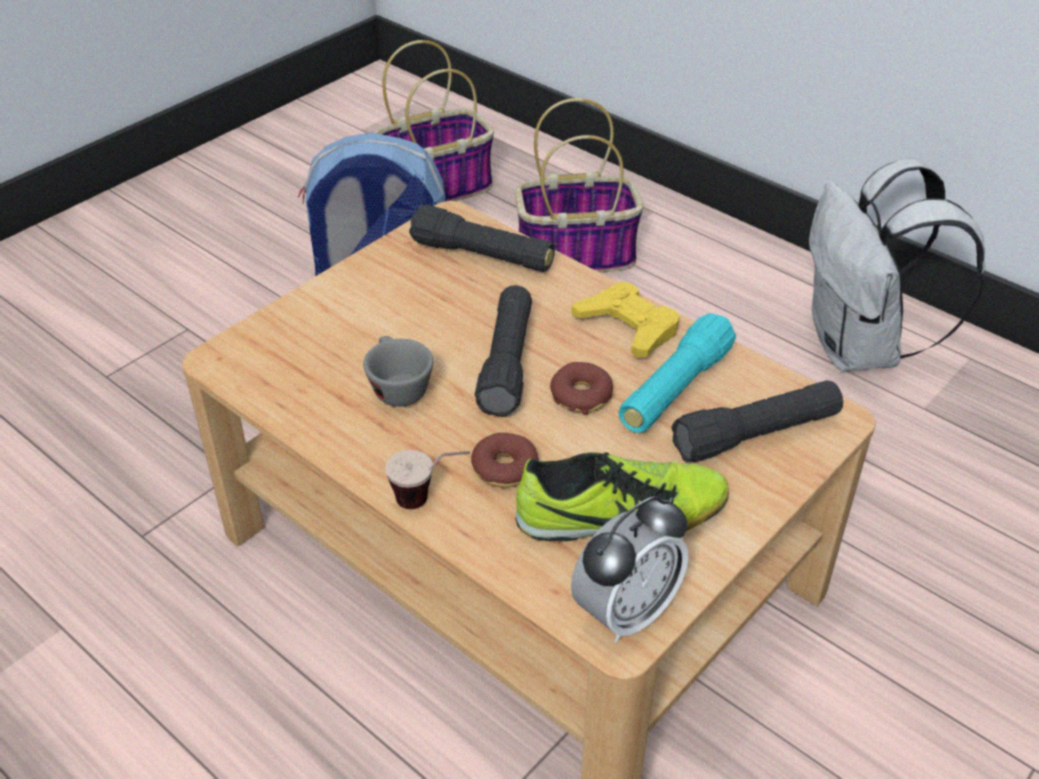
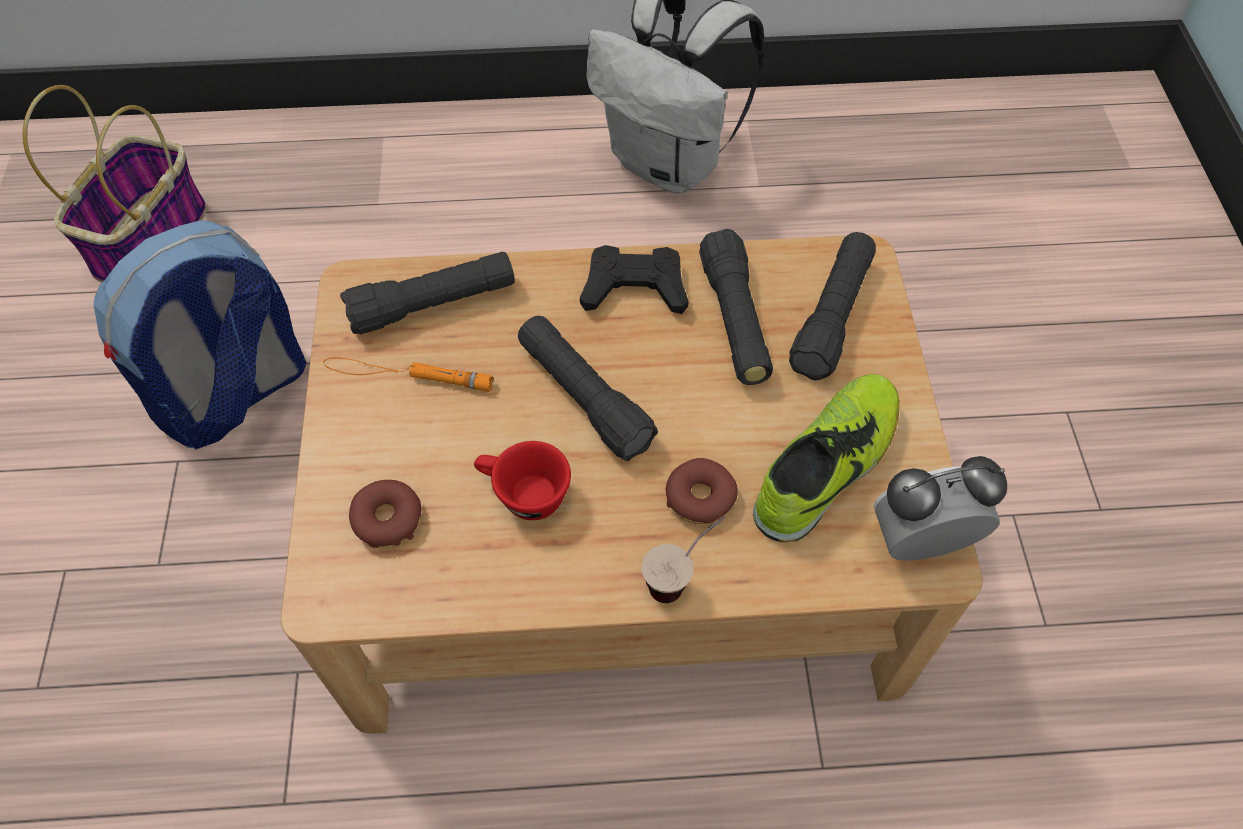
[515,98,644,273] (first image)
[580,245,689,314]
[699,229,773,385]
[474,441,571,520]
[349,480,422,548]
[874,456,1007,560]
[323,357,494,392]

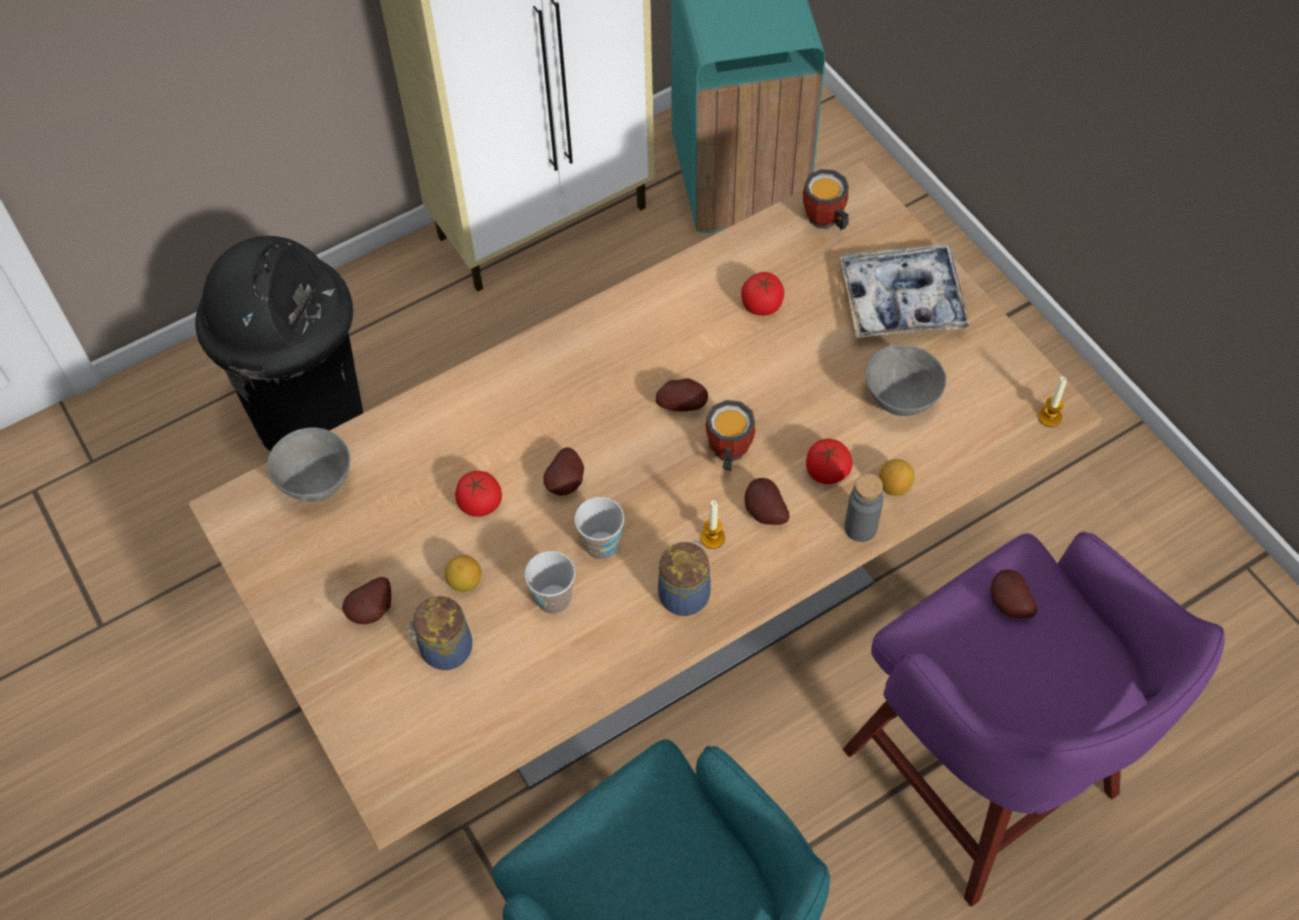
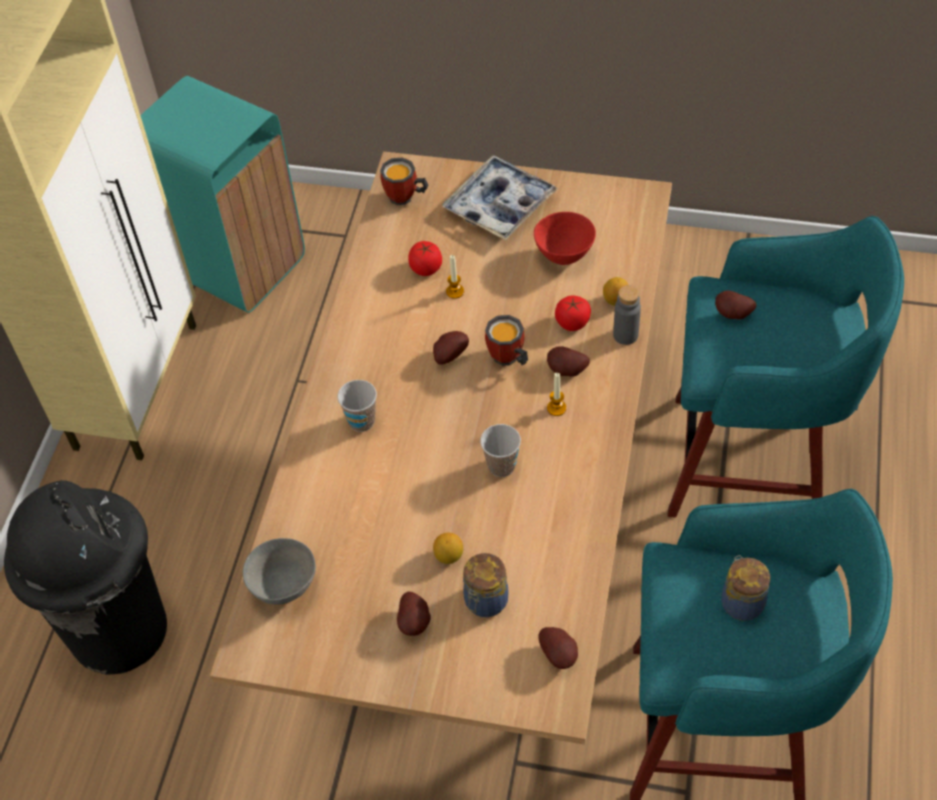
[534,212,596,265]
[446,255,464,299]
[538,627,578,669]
[455,471,502,517] (first image)
[667,216,904,518]
[721,555,770,621]
[338,380,377,432]

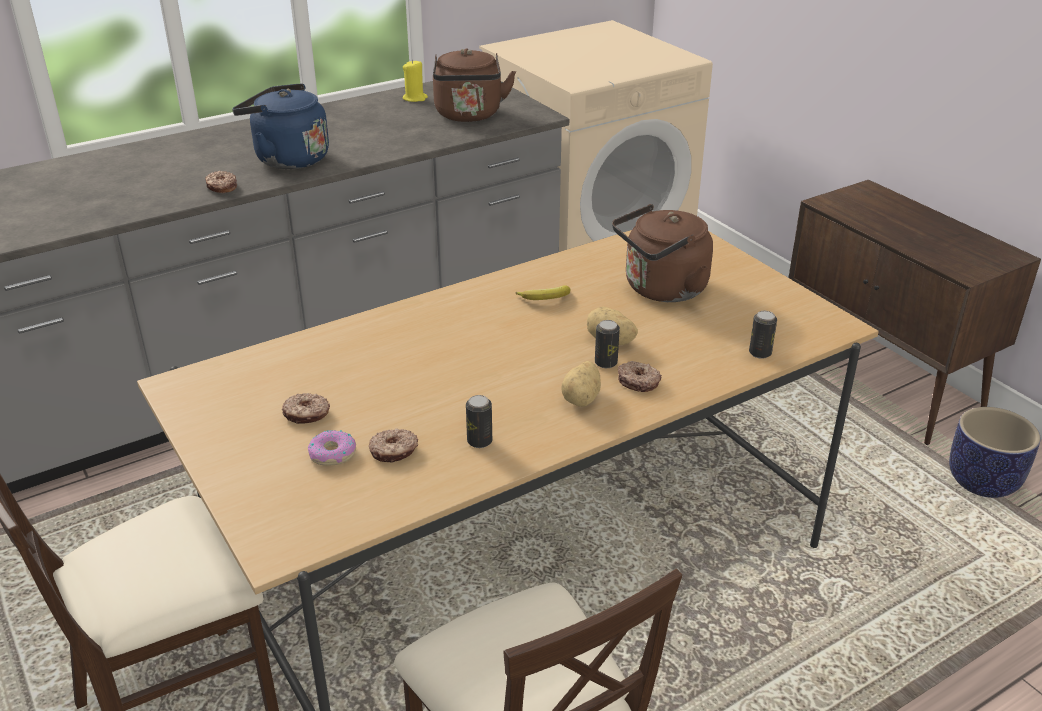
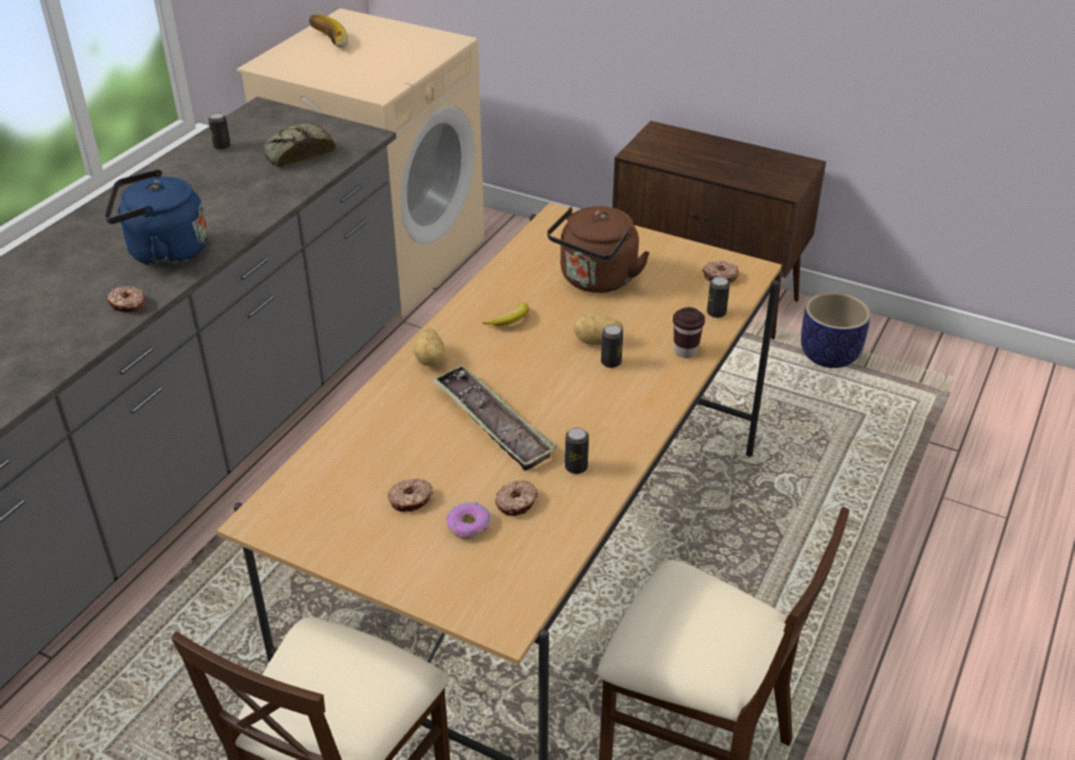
[264,123,336,167]
[208,113,231,150]
[413,327,445,366]
[702,261,739,283]
[309,14,348,48]
[673,307,705,358]
[431,364,557,471]

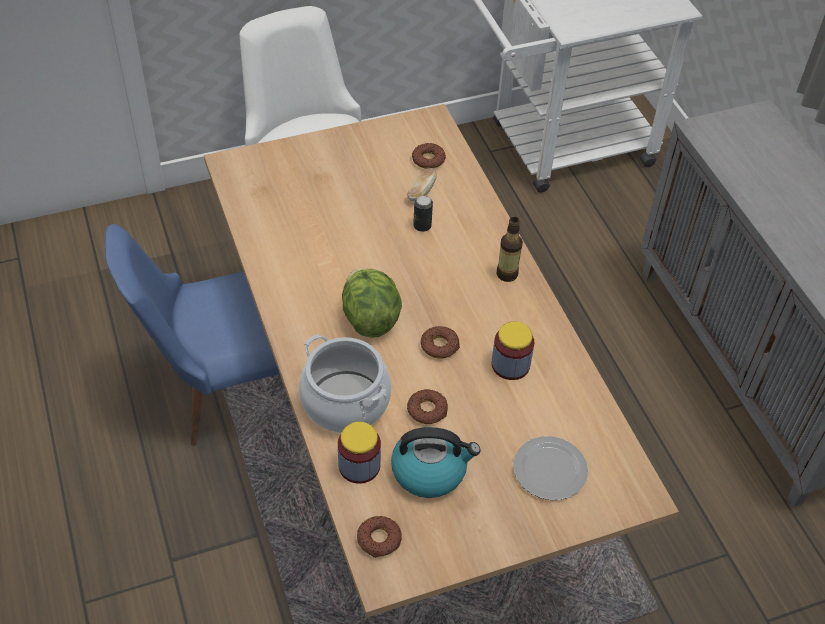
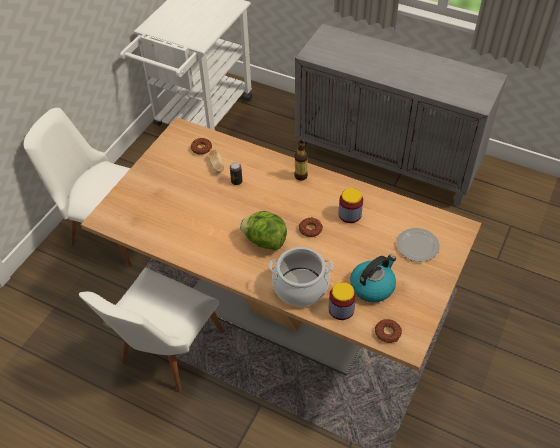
[79,268,224,392]
[407,389,448,424] (first image)

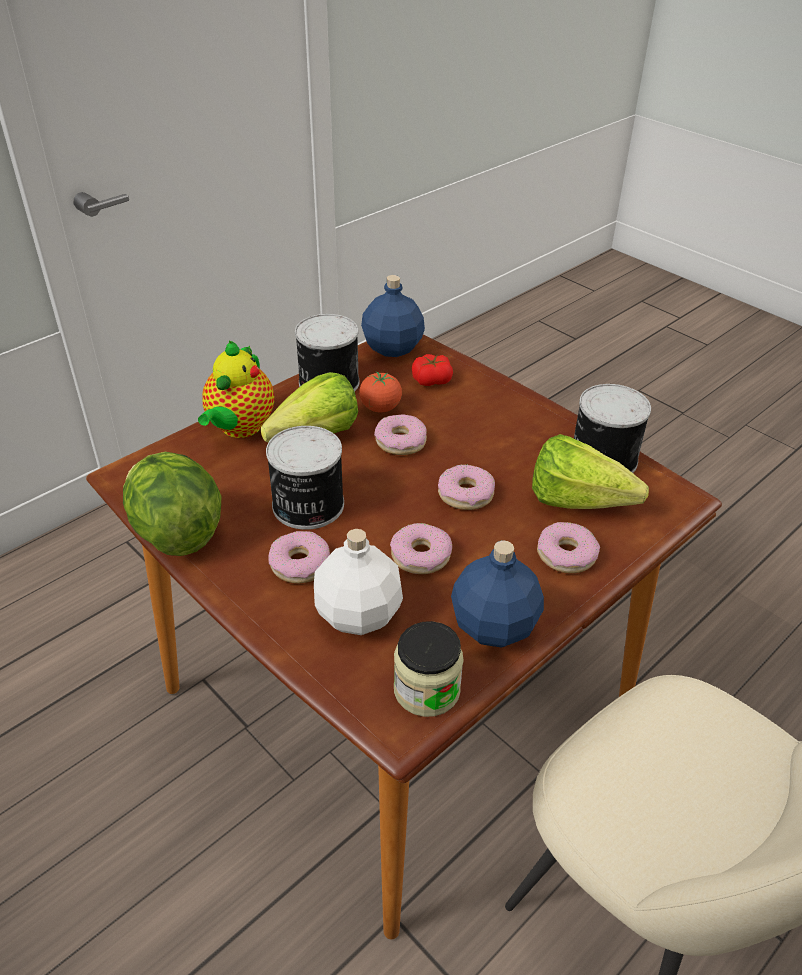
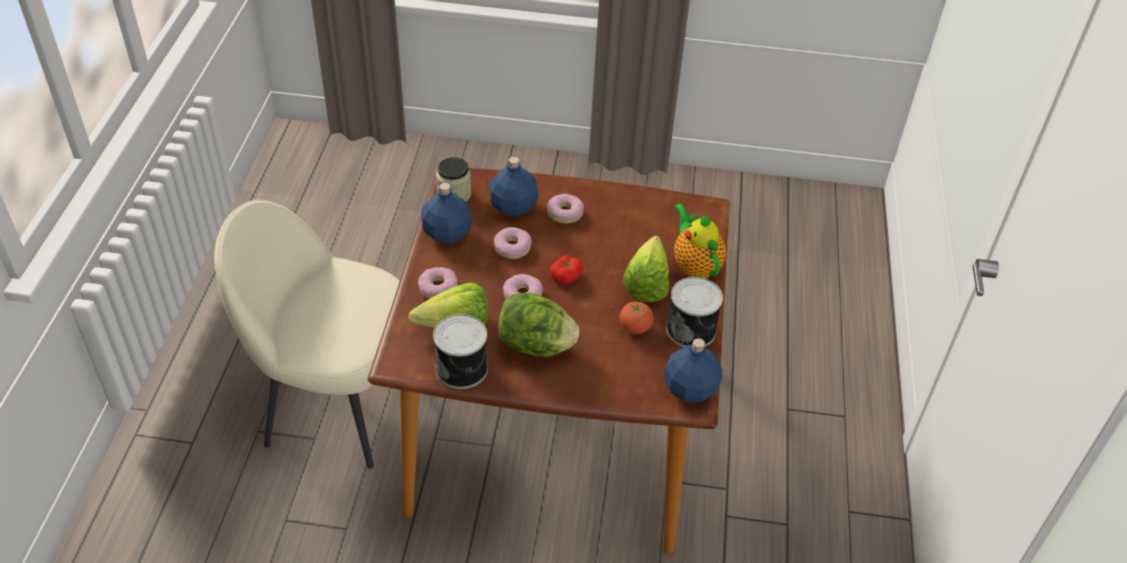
[550,255,583,285]
[374,414,427,455] (first image)
[266,426,344,530] (first image)
[498,293,579,357]
[489,157,539,217]

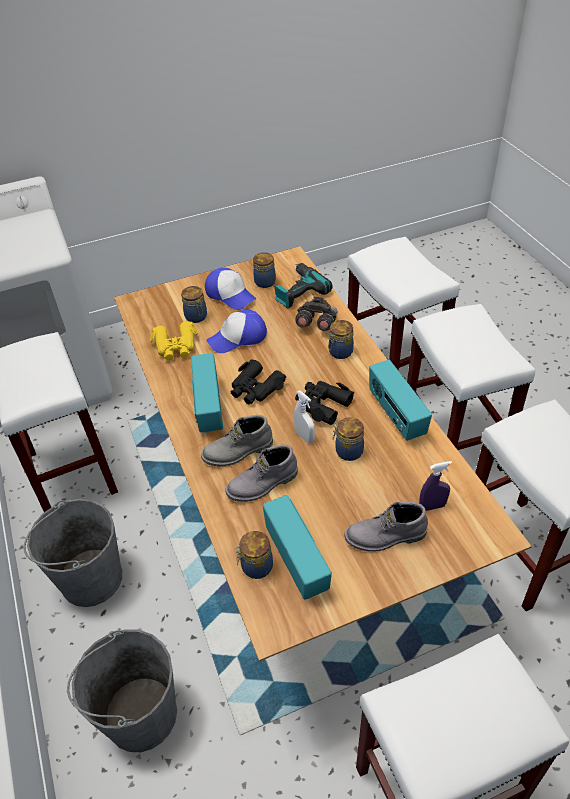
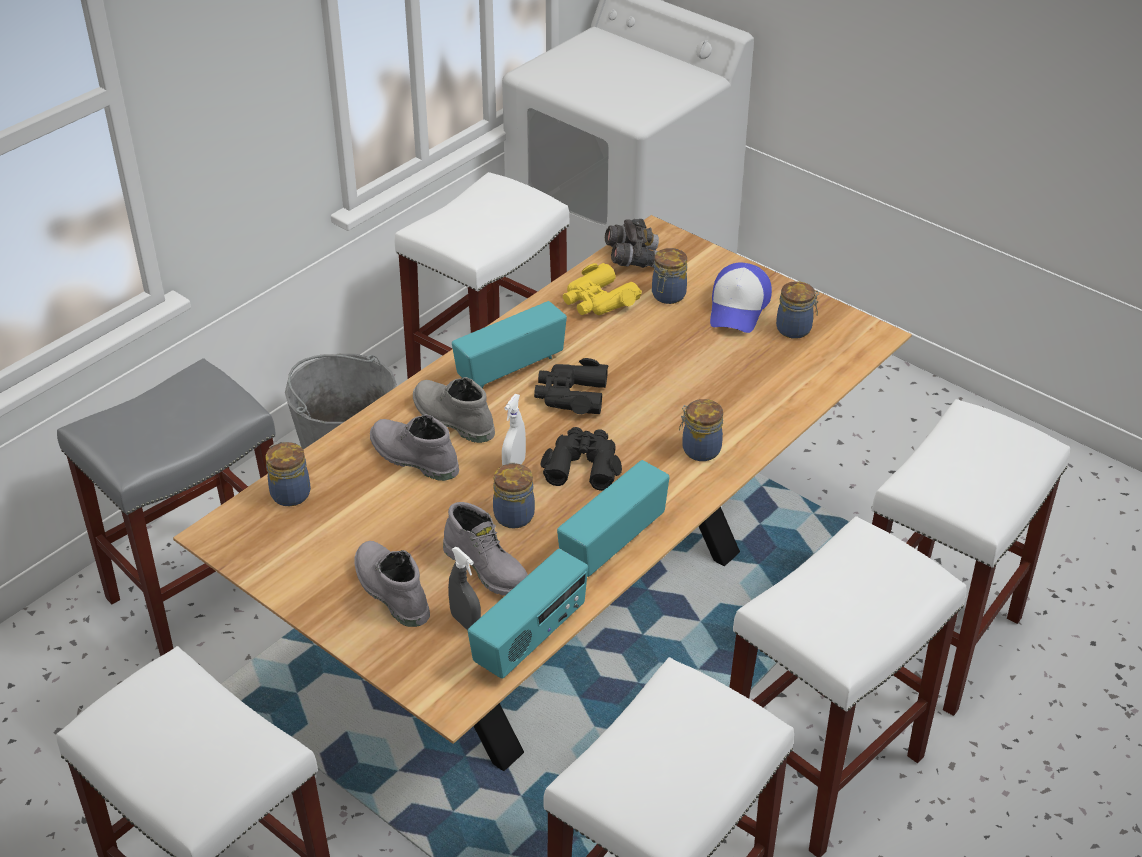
[275,263,333,308] (first image)
[605,219,659,268]
[206,310,267,353] (first image)
[448,547,481,631]
[468,549,588,678]
[57,358,275,656]
[443,502,528,596]

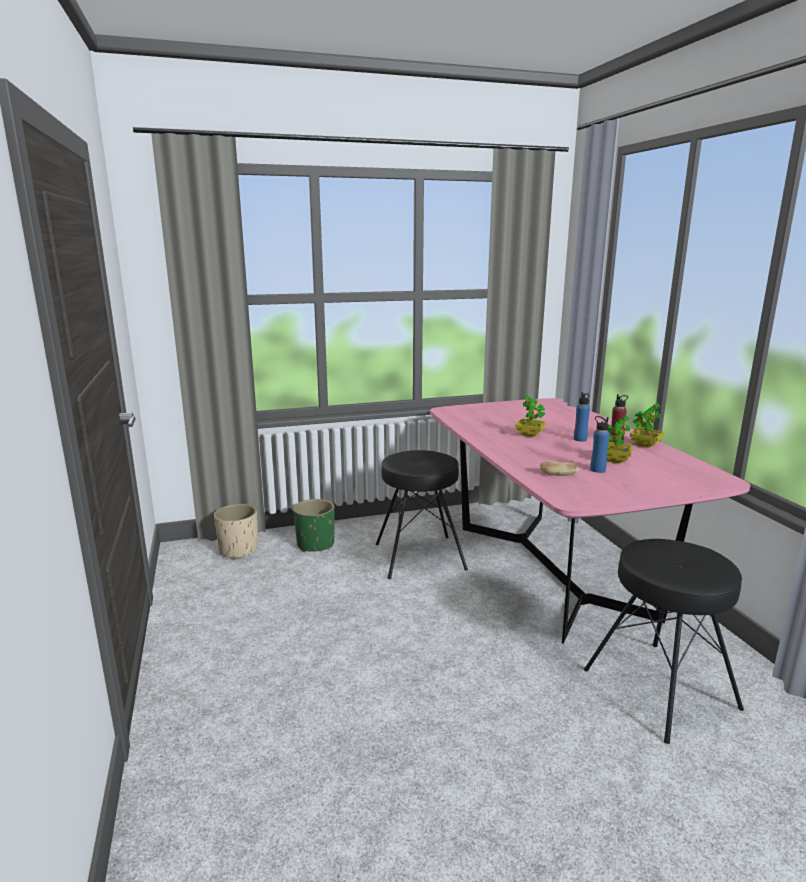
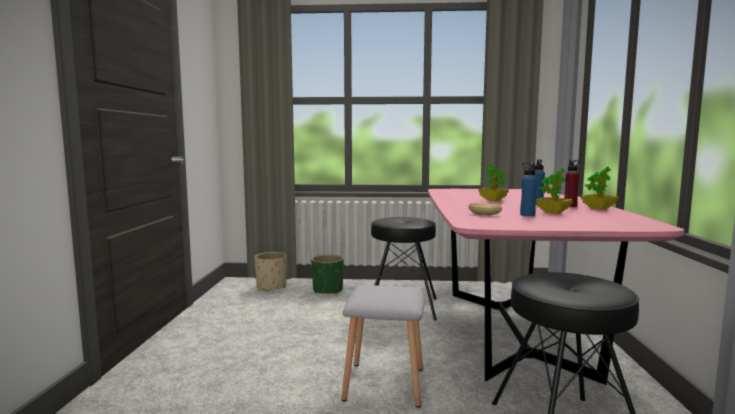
[341,285,424,407]

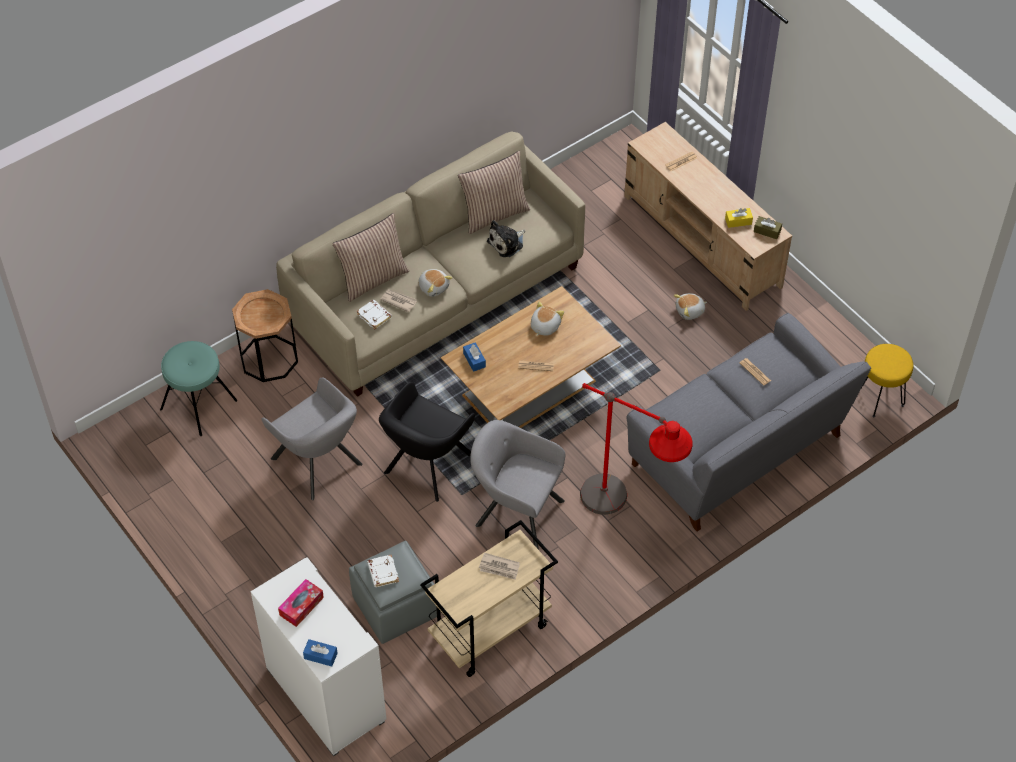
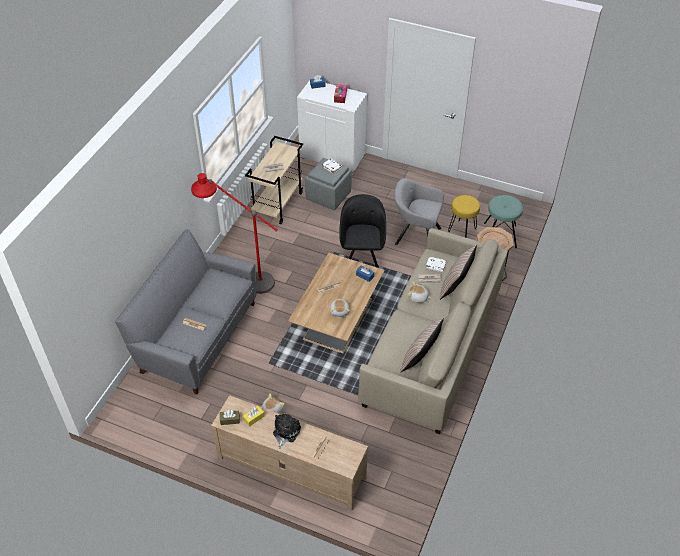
[273,414,301,449]
[448,195,480,237]
[470,420,566,550] (first image)

